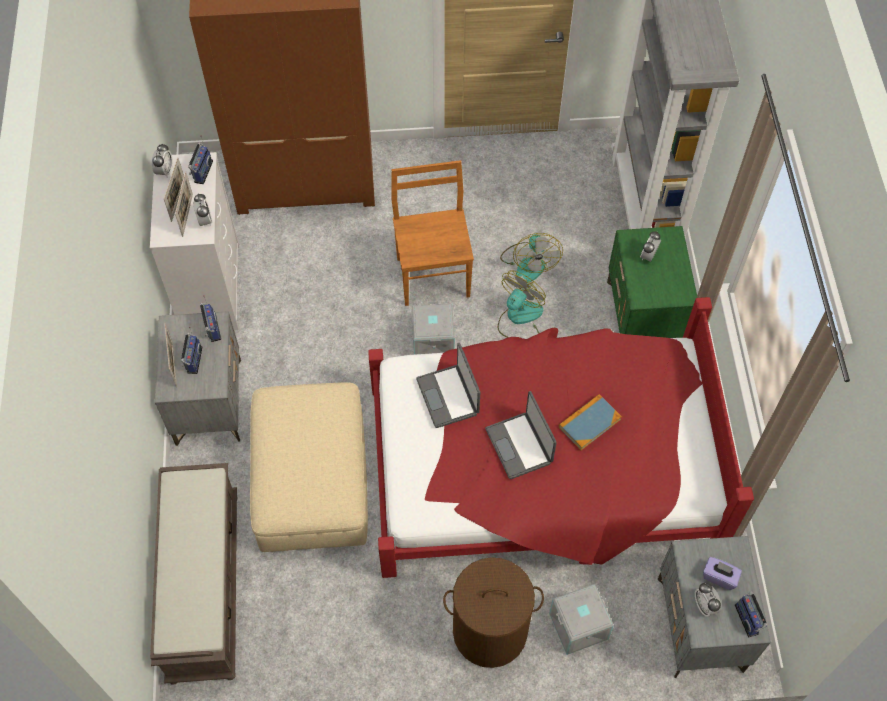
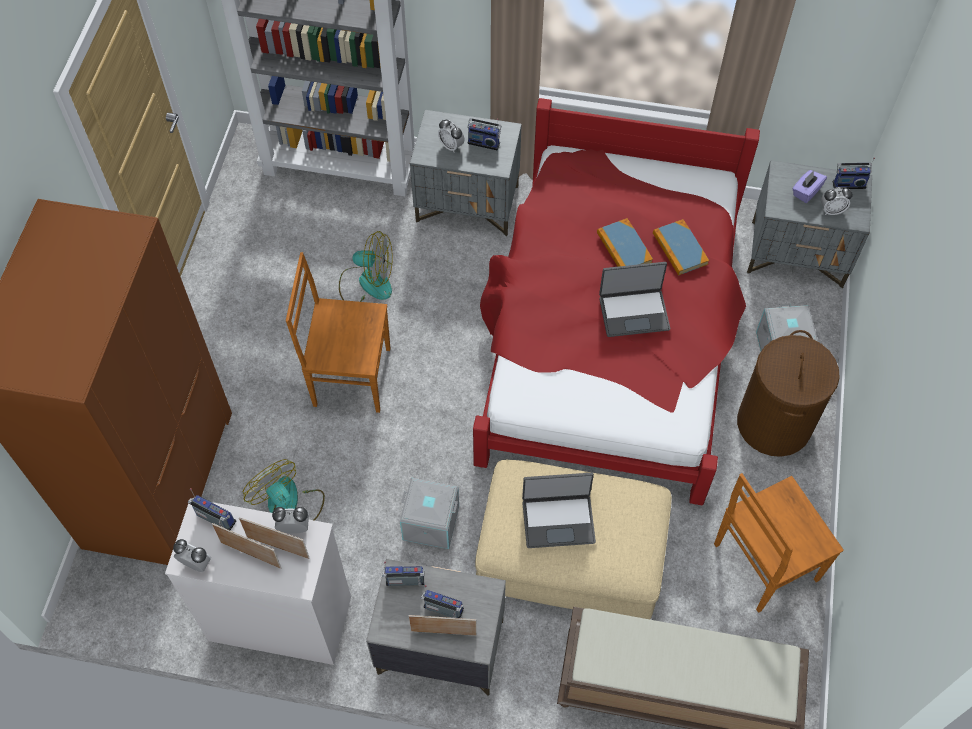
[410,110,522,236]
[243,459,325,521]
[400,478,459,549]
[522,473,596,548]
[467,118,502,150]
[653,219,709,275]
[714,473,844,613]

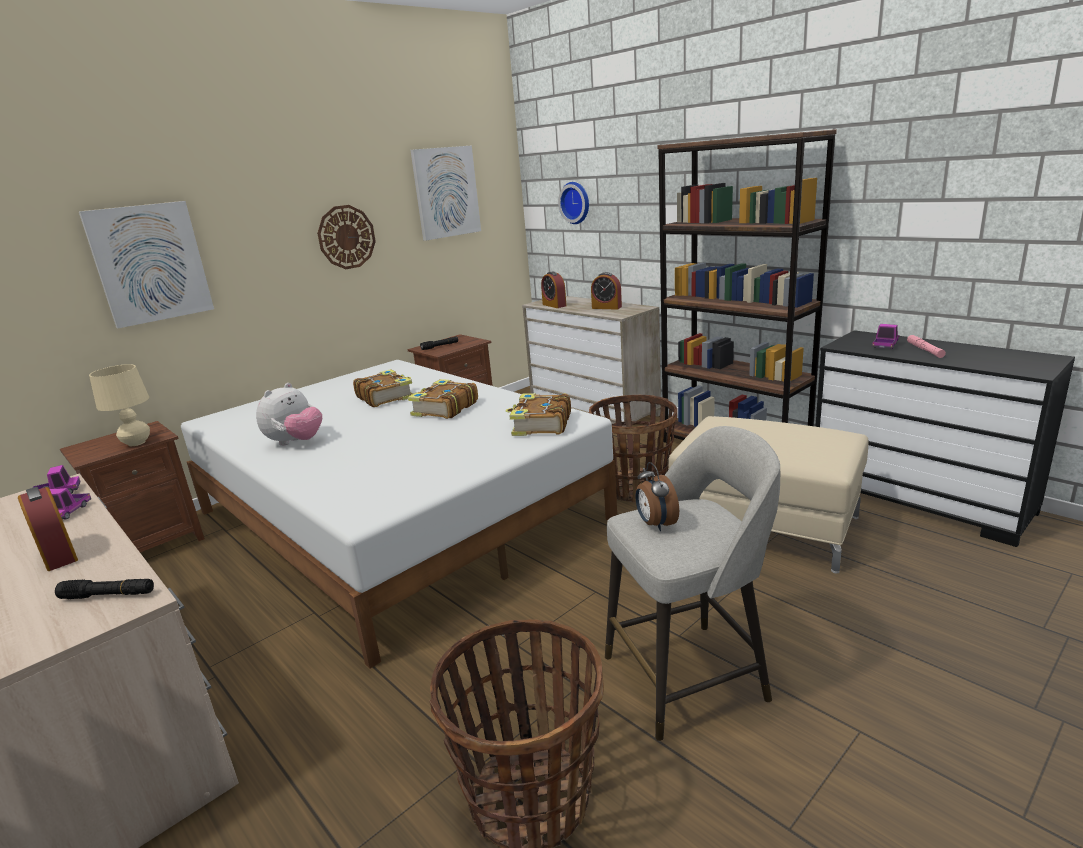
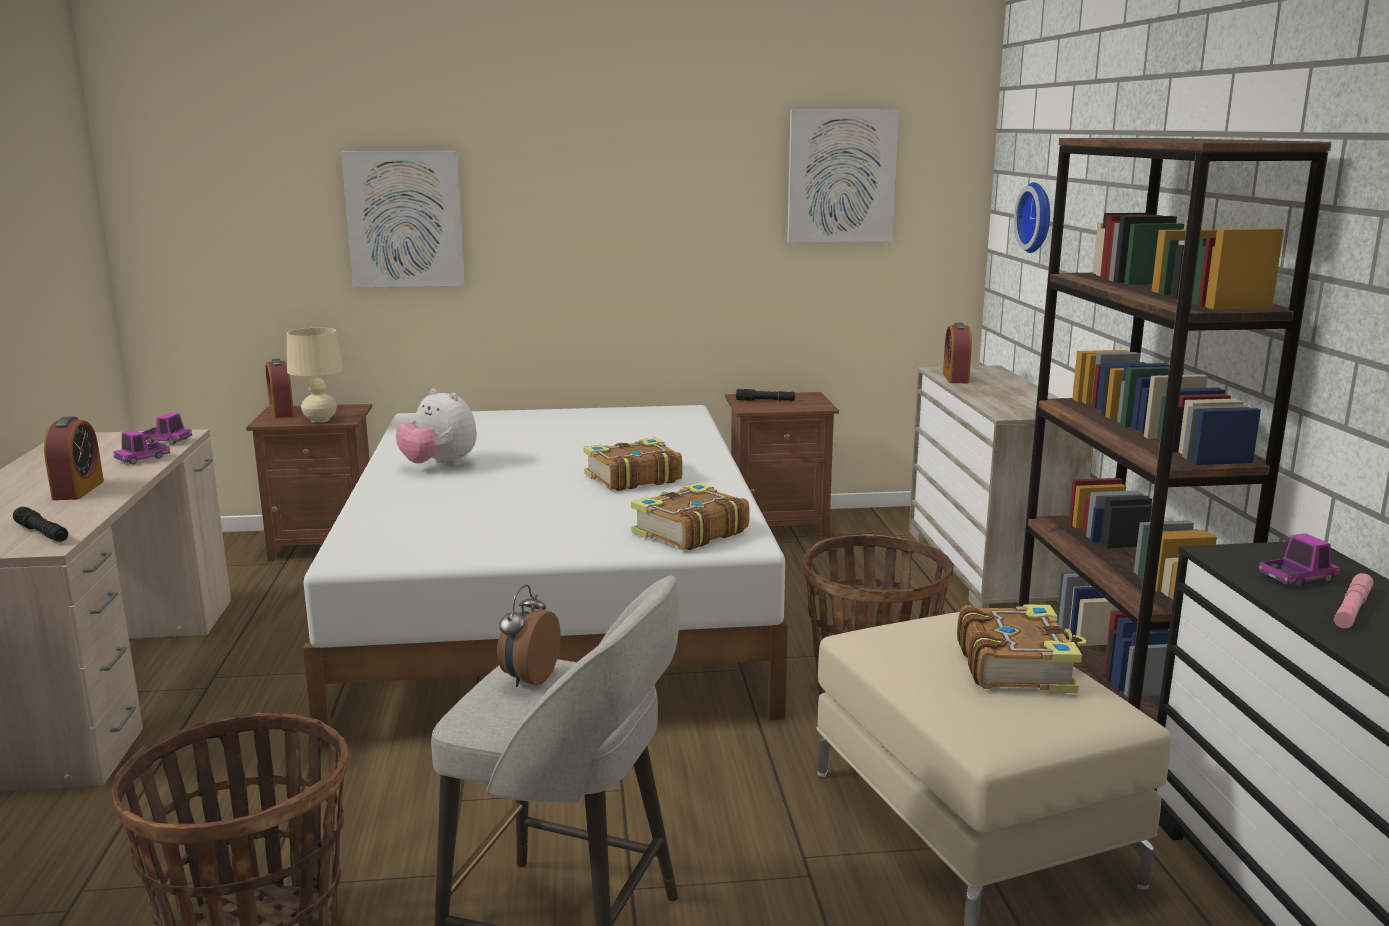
[317,205,376,269] (first image)
[266,359,294,418]
[957,604,1086,693]
[396,388,477,466]

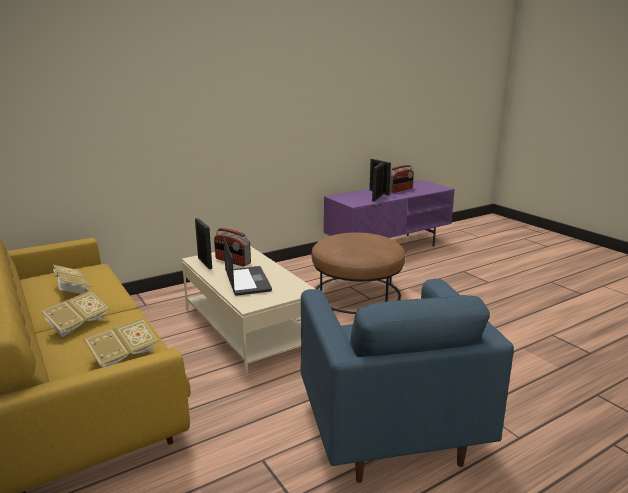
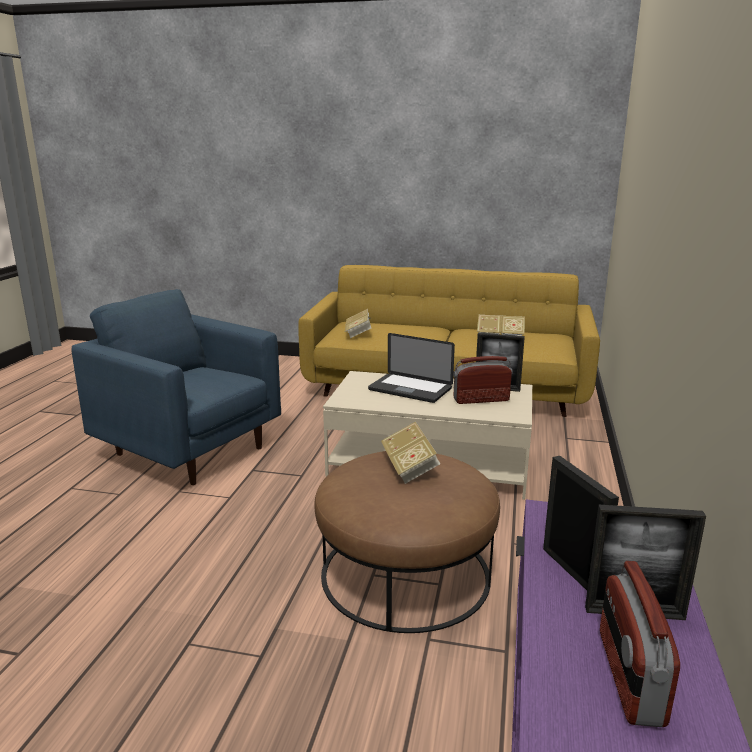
[381,422,440,484]

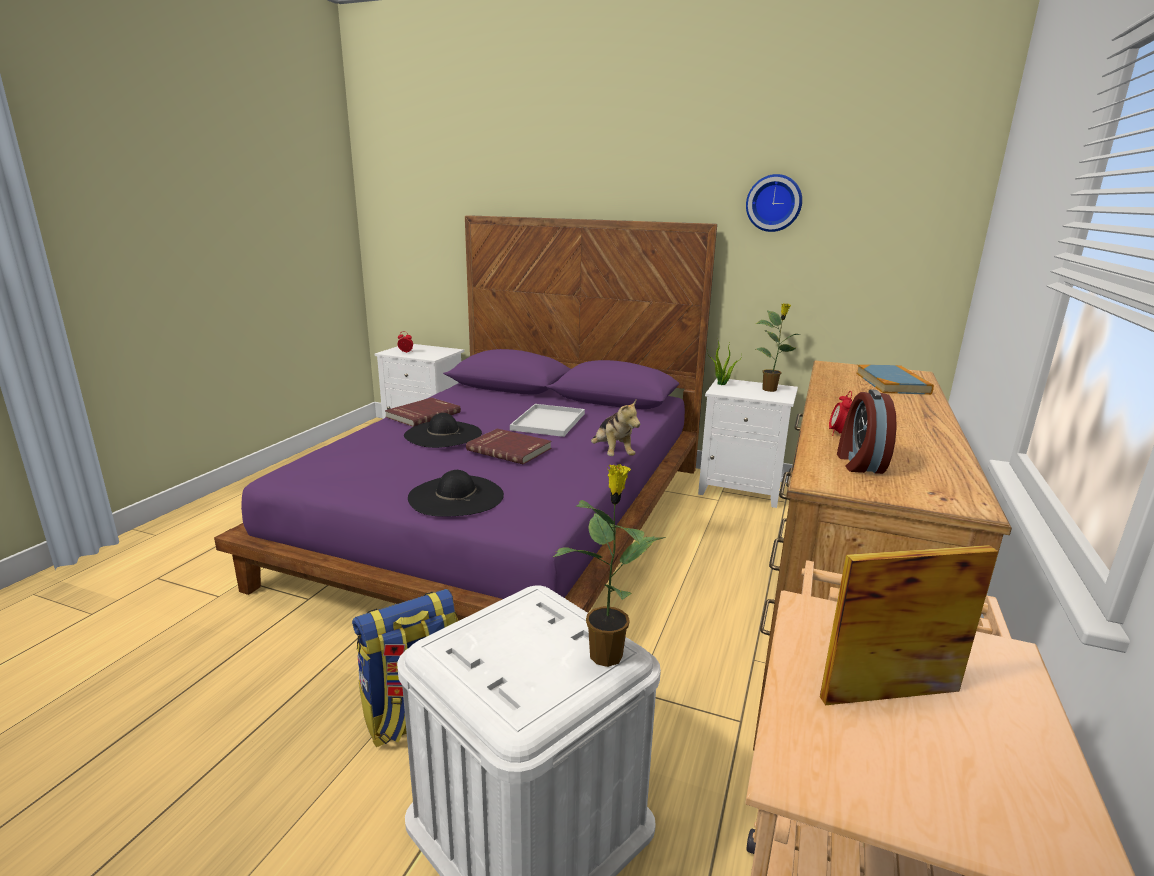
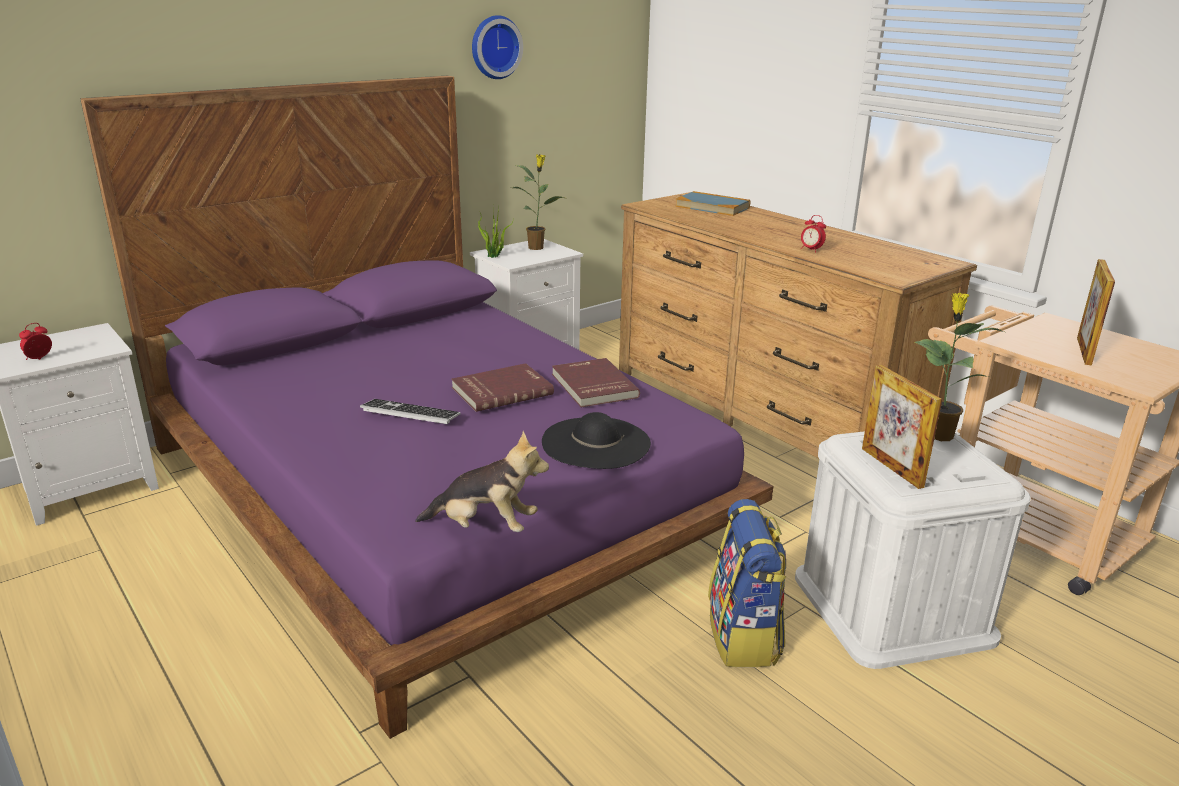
[837,389,897,474] (first image)
[552,358,640,407]
[415,431,549,532]
[510,404,585,437] (first image)
[360,399,460,424]
[862,365,942,489]

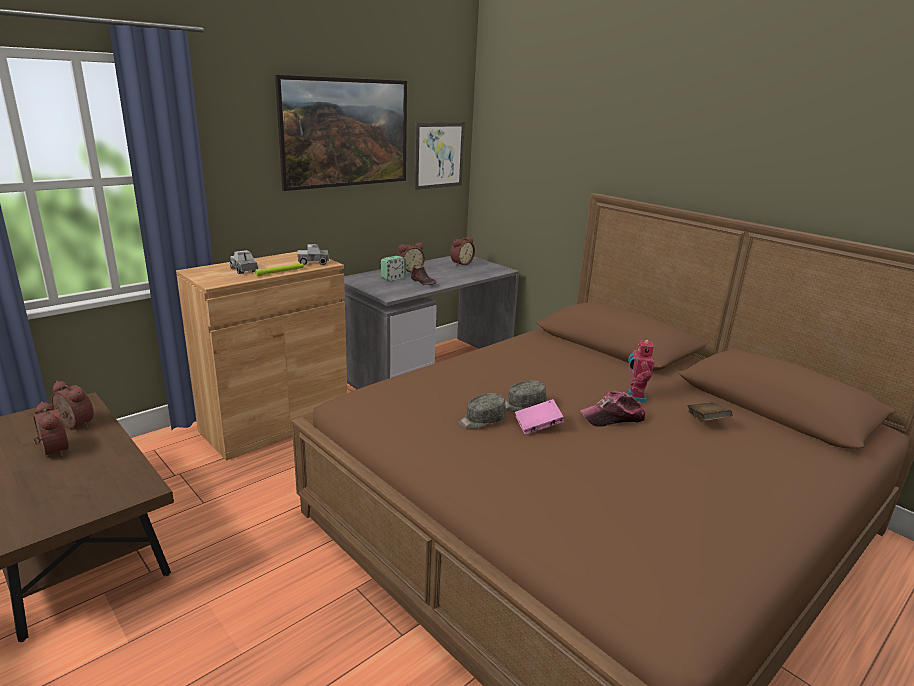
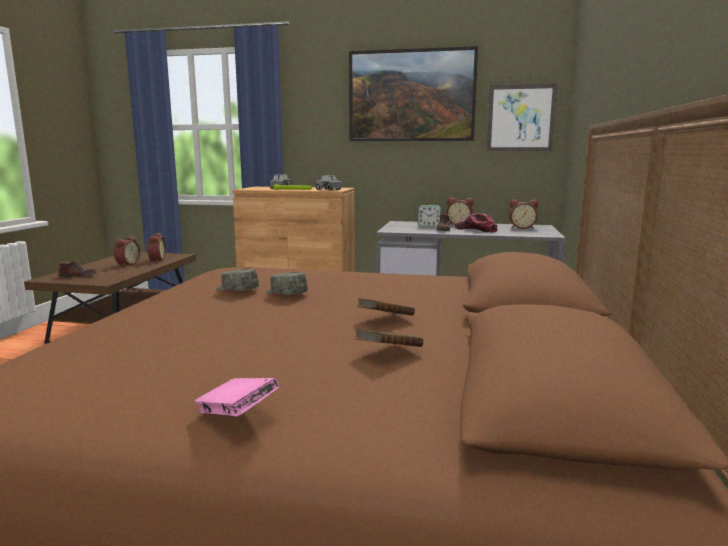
[357,298,415,315]
[455,213,498,232]
[194,378,279,417]
[59,260,98,277]

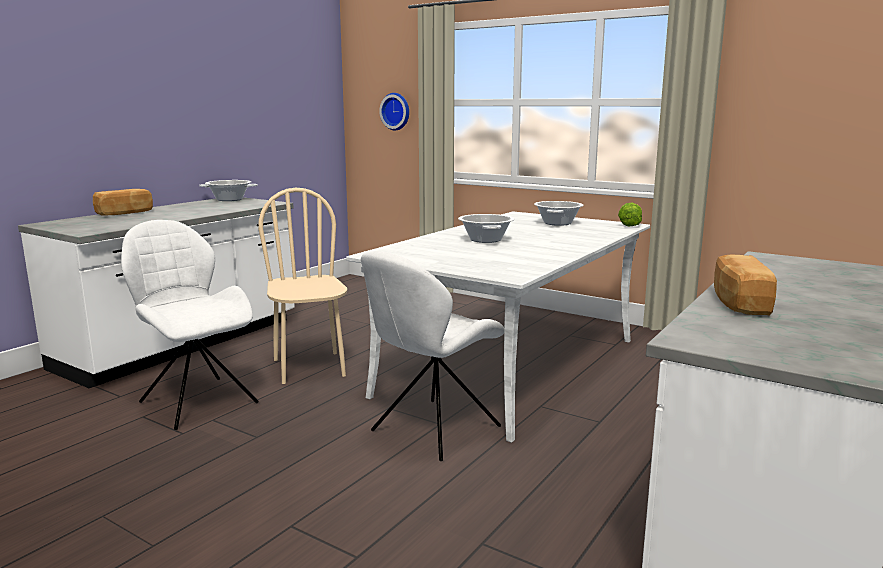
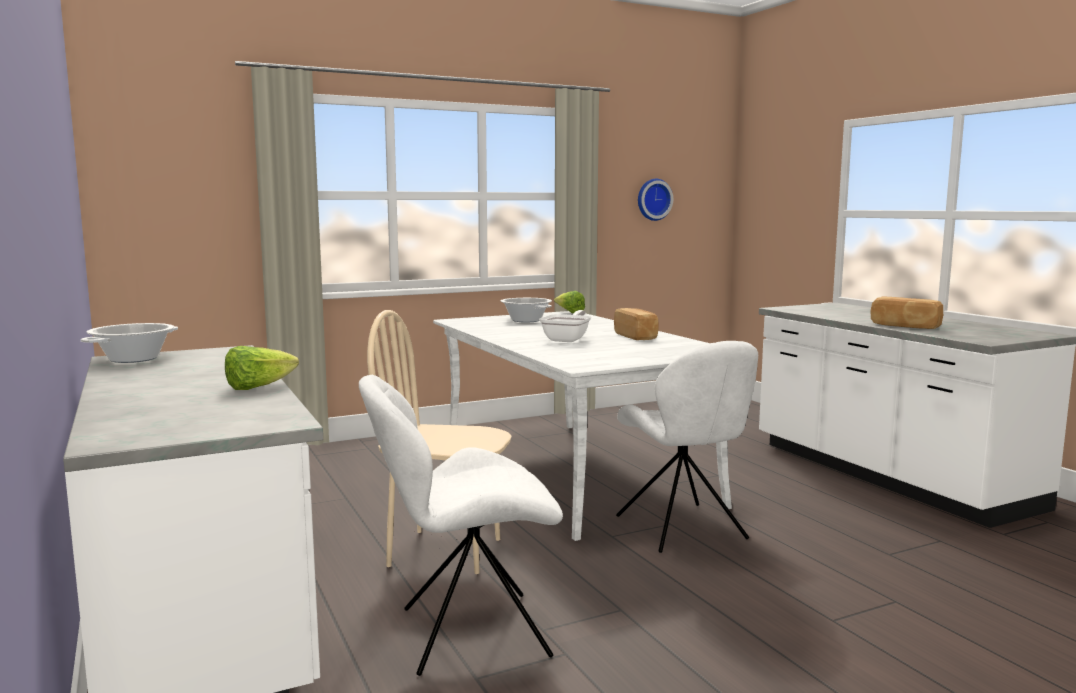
[638,179,673,221]
[614,308,659,340]
[539,310,591,342]
[225,346,299,390]

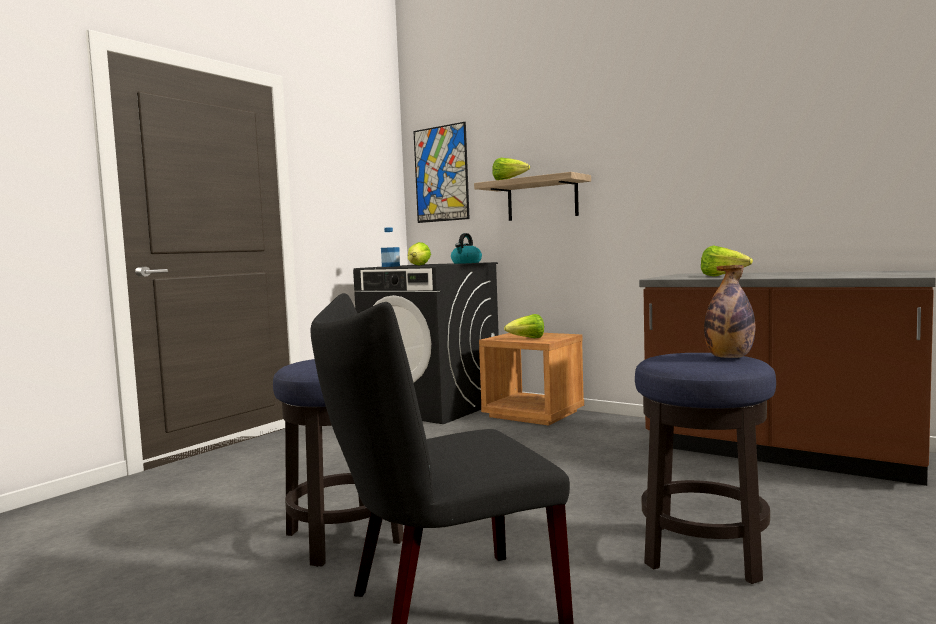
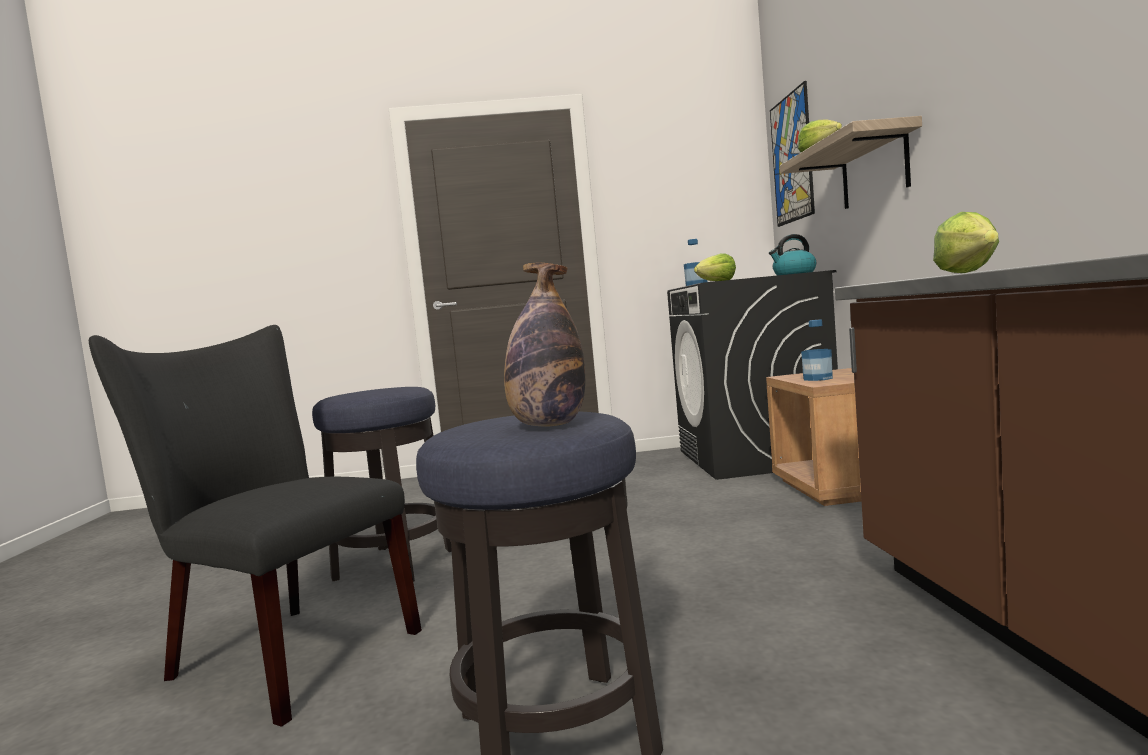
[801,320,833,381]

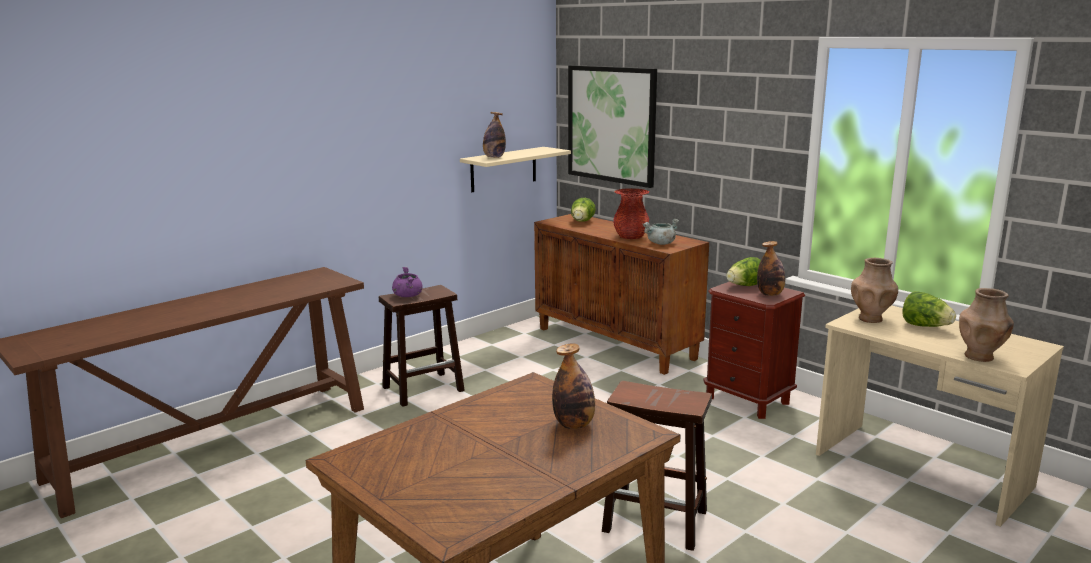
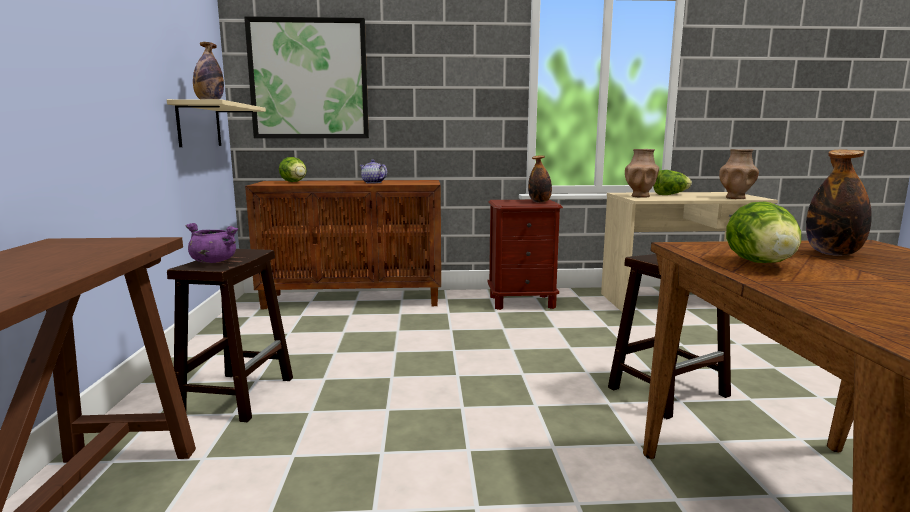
[360,160,387,184]
[643,219,679,245] (first image)
[726,202,801,263]

